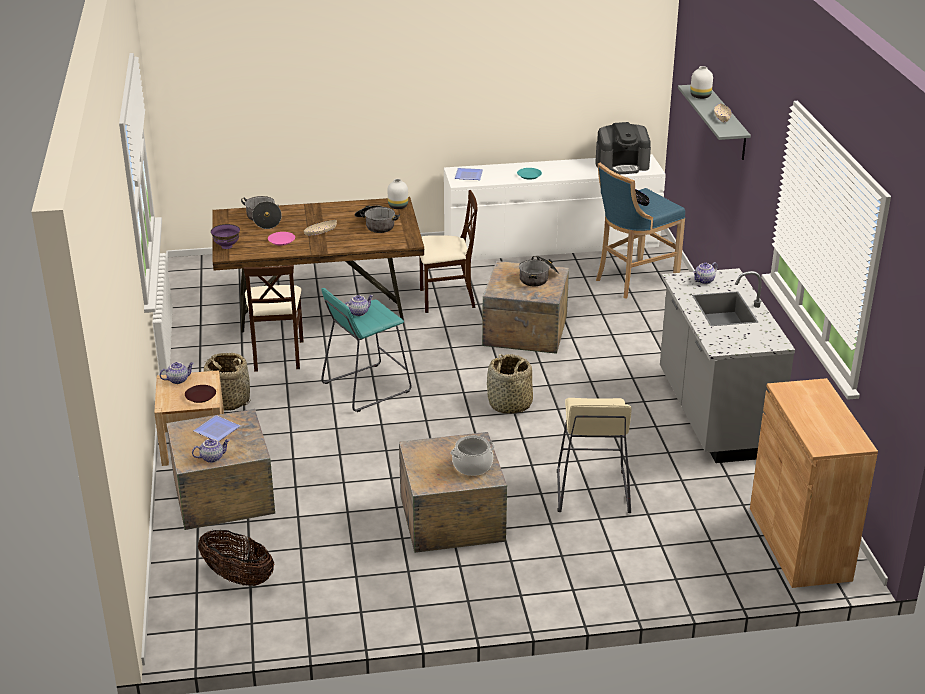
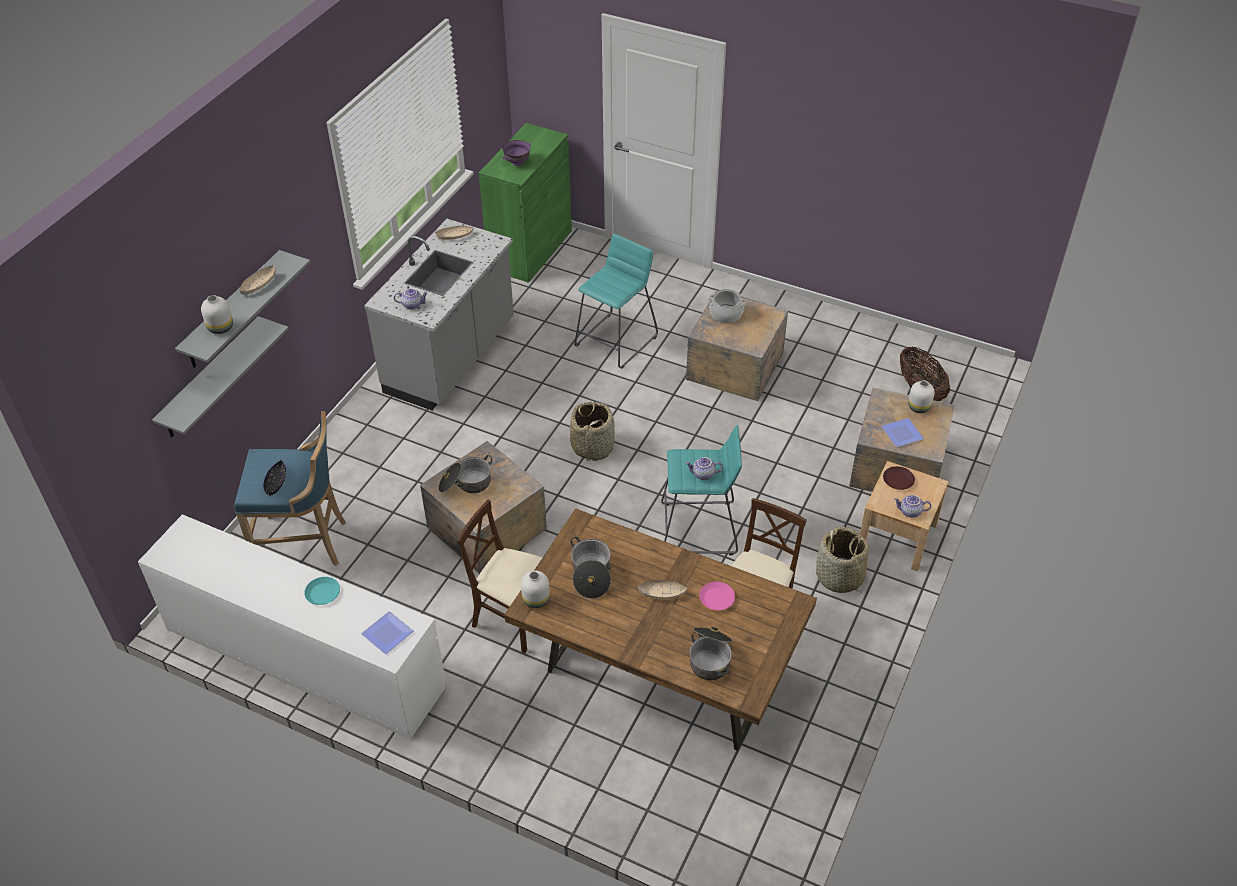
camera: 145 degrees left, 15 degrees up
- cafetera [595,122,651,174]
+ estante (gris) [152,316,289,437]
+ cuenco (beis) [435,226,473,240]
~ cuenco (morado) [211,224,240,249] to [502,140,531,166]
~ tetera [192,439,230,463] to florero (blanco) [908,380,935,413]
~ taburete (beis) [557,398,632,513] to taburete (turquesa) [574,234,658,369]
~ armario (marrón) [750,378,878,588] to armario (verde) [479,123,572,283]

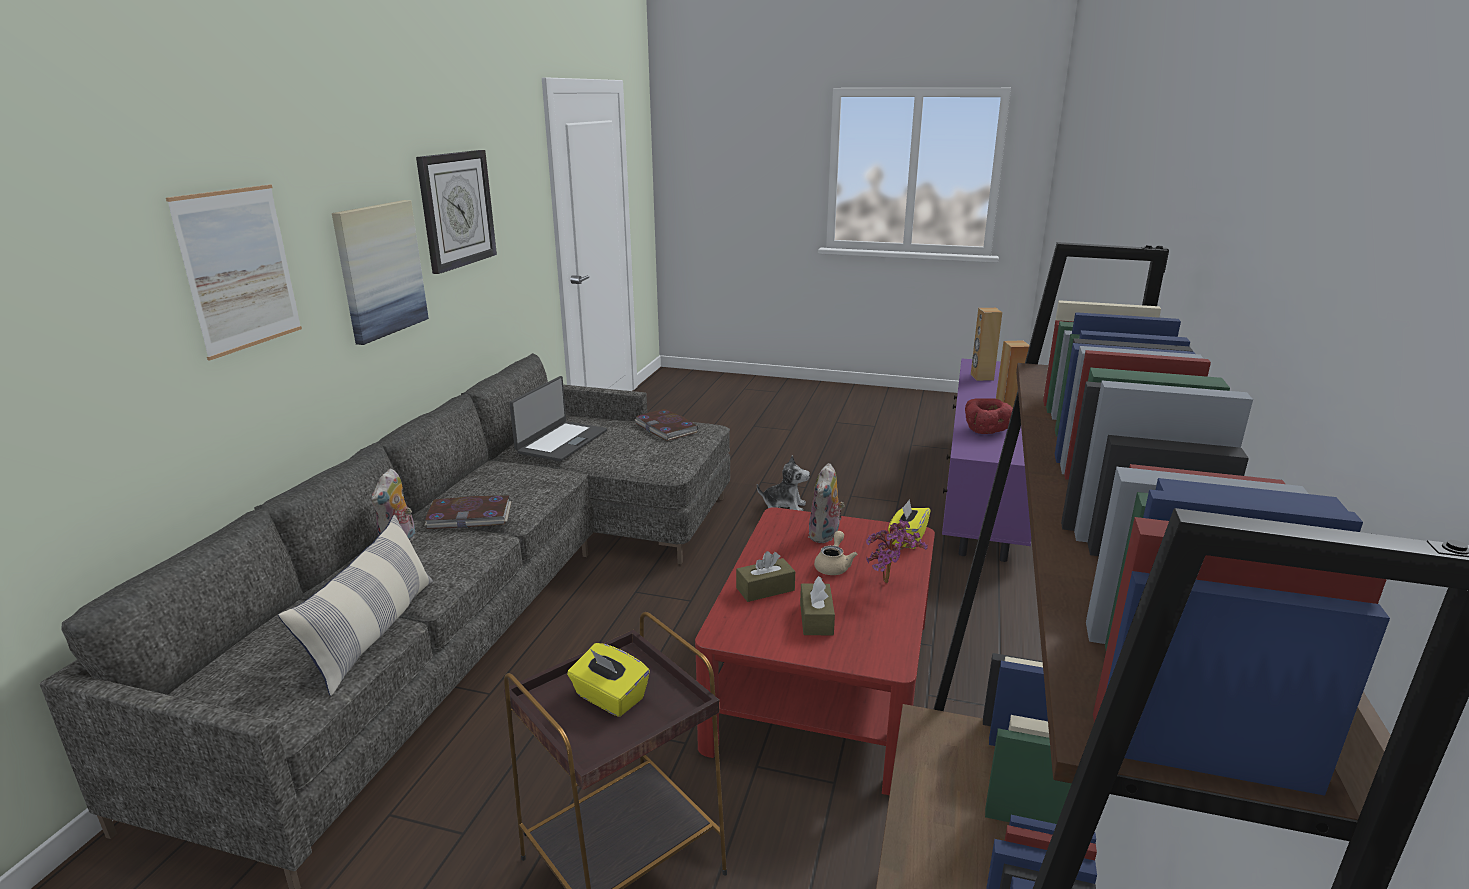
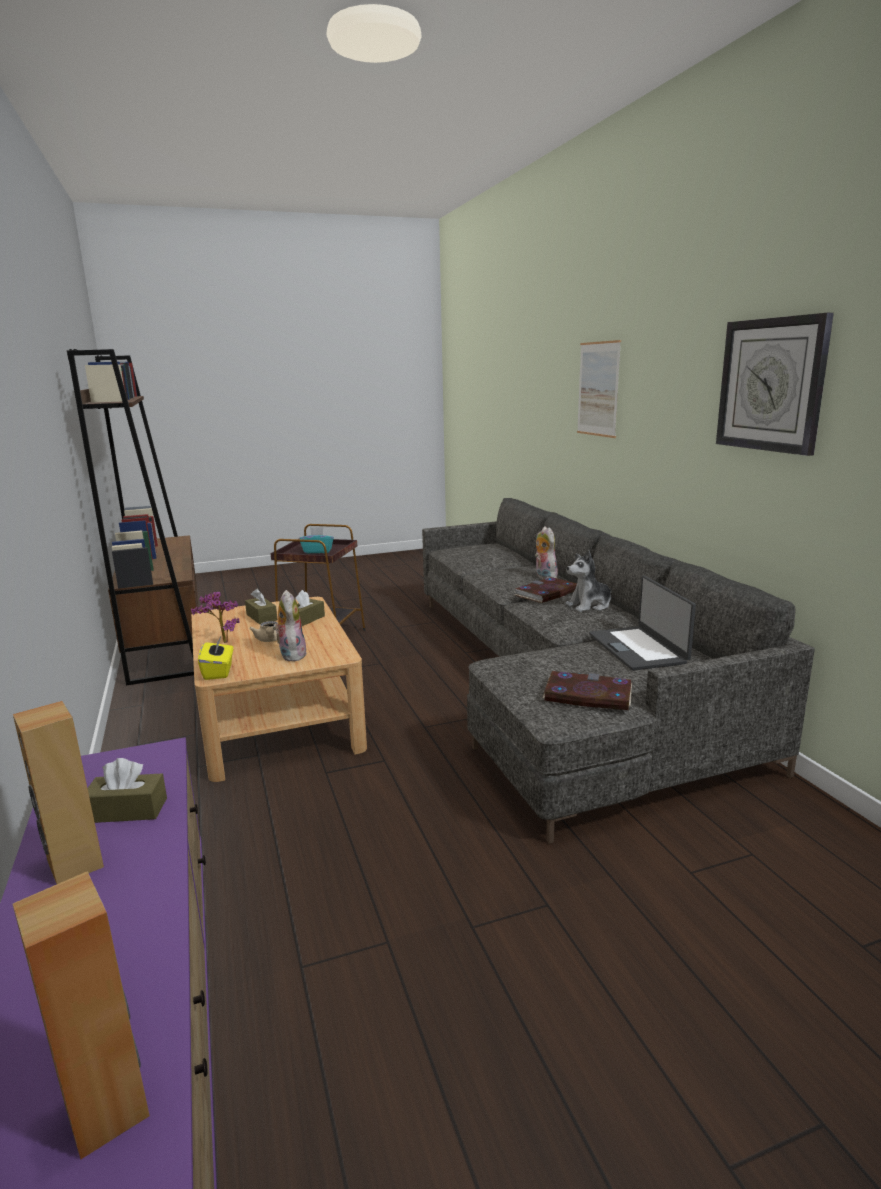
camera: 145 degrees right, 5 degrees down
- cojín [278,515,433,696]
- cuadro [332,200,429,345]
~ peluche [757,455,810,511] to [565,550,612,612]
~ cuenco (rojo) [965,398,1013,434] to caja de pañuelos (marrón) [88,758,167,823]
~ caja de pañuelos (amarillo) [567,643,650,717] to caja de pañuelos (turquesa) [300,527,334,553]
~ mesa de centro (rojo) [695,507,935,795] to mesa de centro (beis) [191,597,367,782]

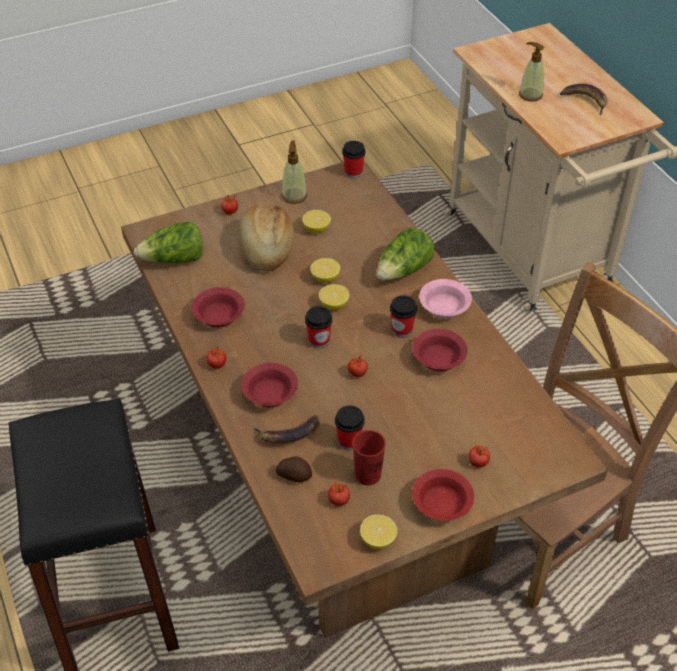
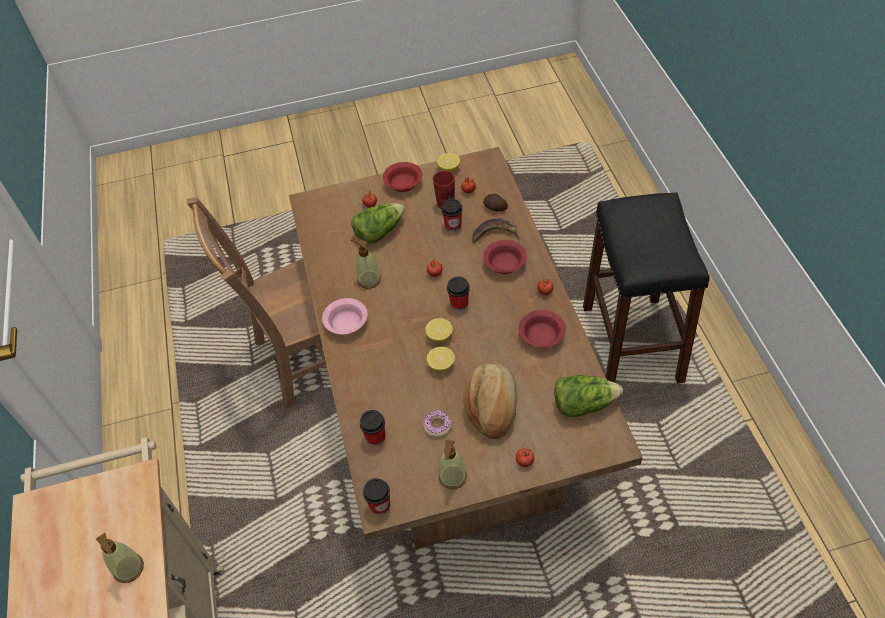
camera: 165 degrees left, 5 degrees up
- plátano [560,84,608,115]
~ lechuga [377,228,435,280] to [351,203,405,244]
~ taza [390,295,417,338] to [359,410,385,446]
~ limón [302,210,331,234] to rosquilla [423,410,452,438]
~ cuenco (rojo) [412,329,468,371] to dispensador de jabón [351,238,381,289]

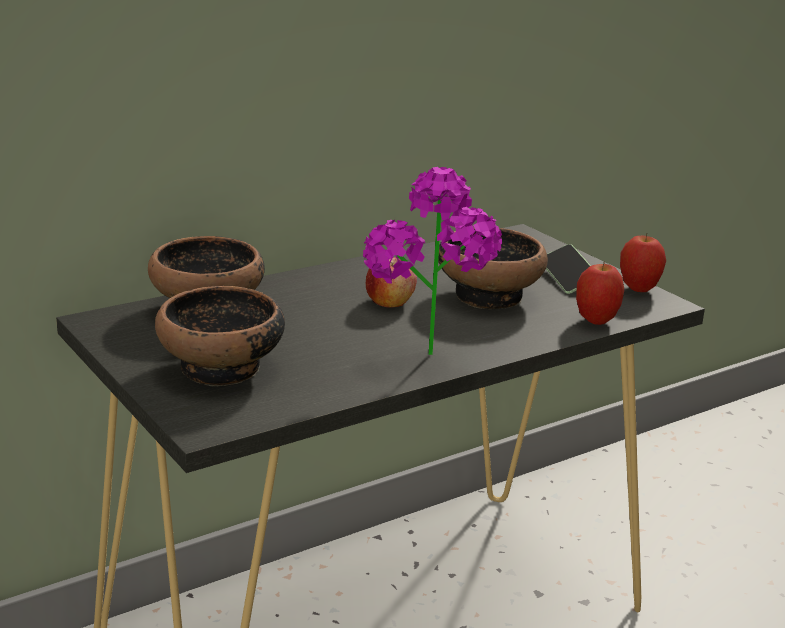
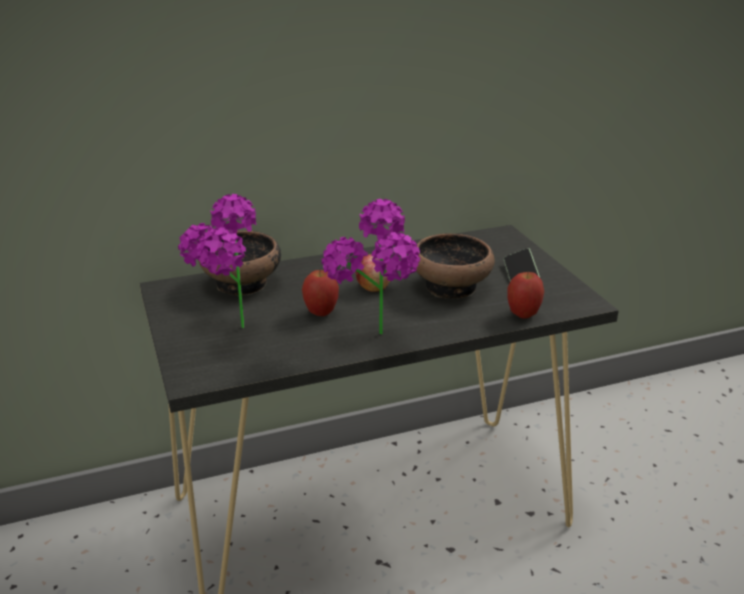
camera: 15 degrees right, 5 degrees up
~ manzana [620,233,666,292] to [302,270,339,316]
~ cuenco [155,286,285,387] to planta en maceta [178,194,256,328]

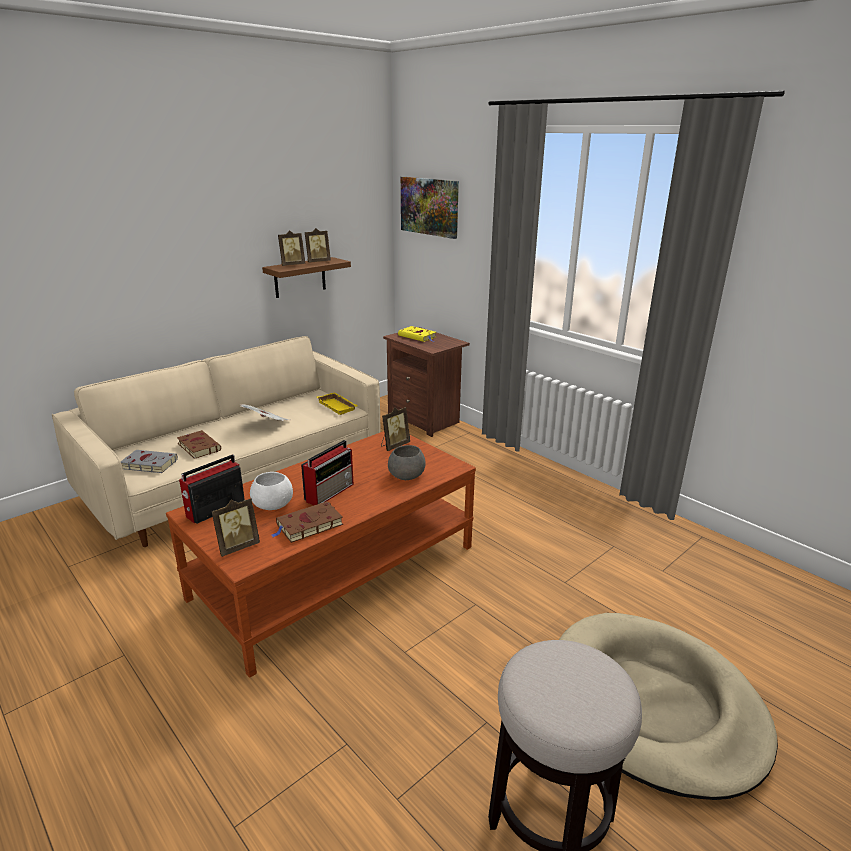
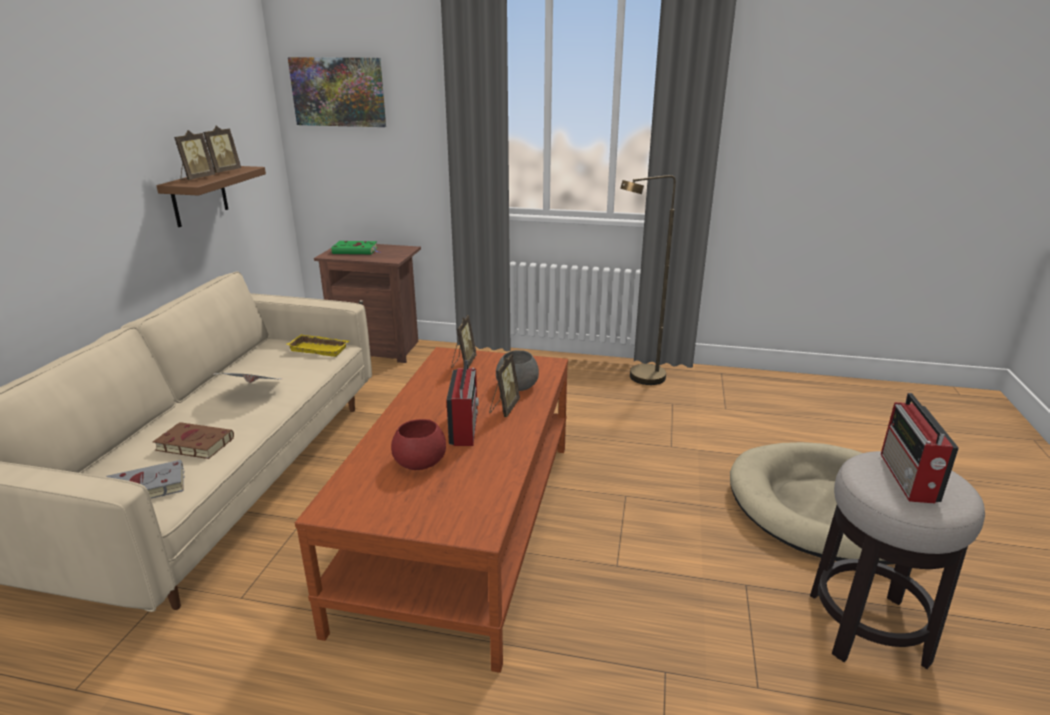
camera: 35 degrees left, 0 degrees up
- libro (marrón) [272,501,343,543]
+ lámpara de pie (marrón) [620,175,676,385]
~ radio [179,455,245,524] to [880,393,959,504]
~ portarretratos [212,498,260,557] to [489,354,520,417]
~ cuenco (blanco) [250,472,293,510] to cuenco (rojo) [391,419,446,470]
~ libro (amarillo) [398,326,436,342] to libro (verde) [331,241,381,254]

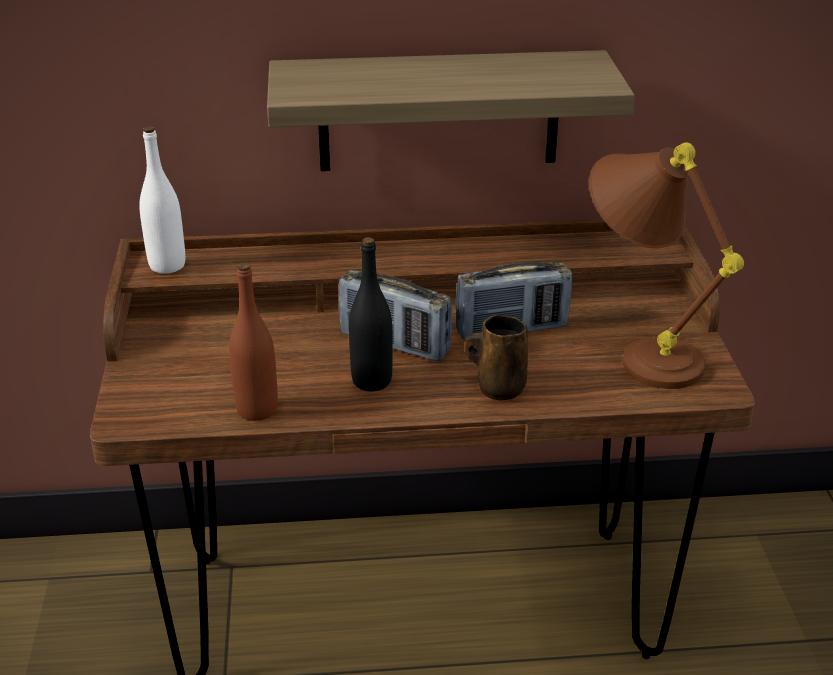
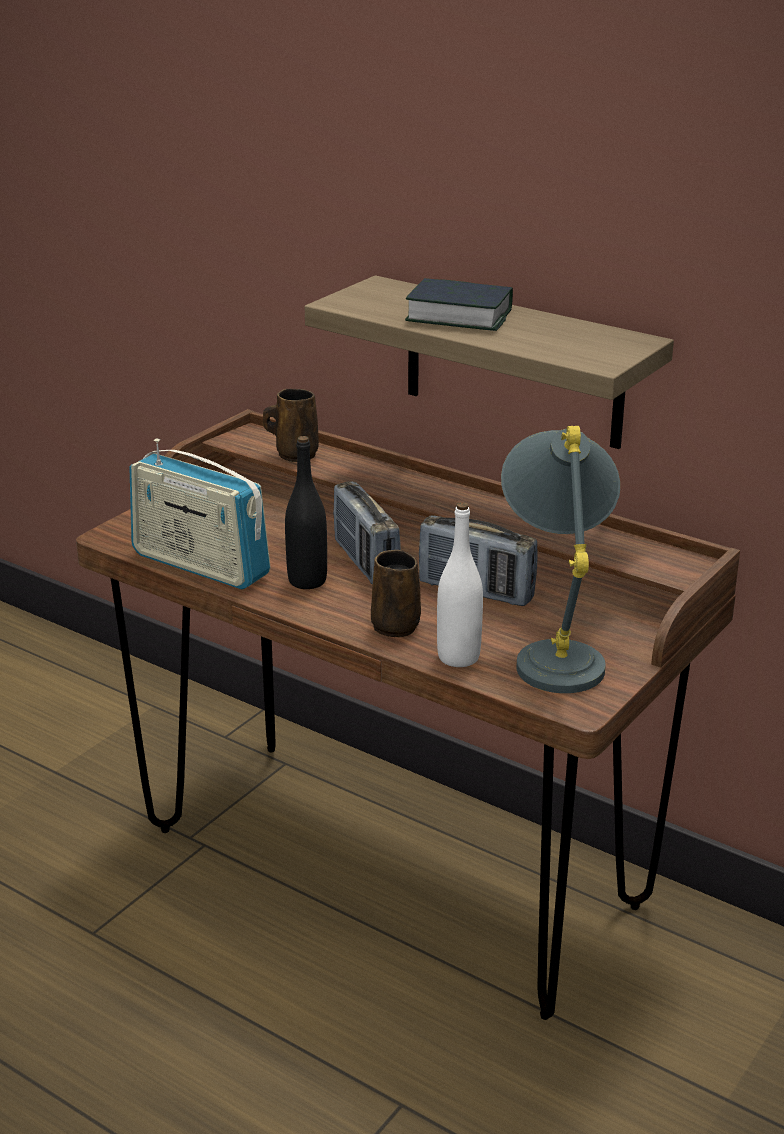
camera: 40 degrees right, 5 degrees down
+ taza grande (marrón) [263,389,319,462]
+ libro [405,278,513,331]
~ botella (blanco) [139,126,185,274] to [437,502,483,667]
~ botella (marrón) [229,263,278,421] to radio [129,438,271,589]
~ lámpara de mesa (marrón) [589,142,744,389] to lámpara de mesa (gris) [501,426,620,693]

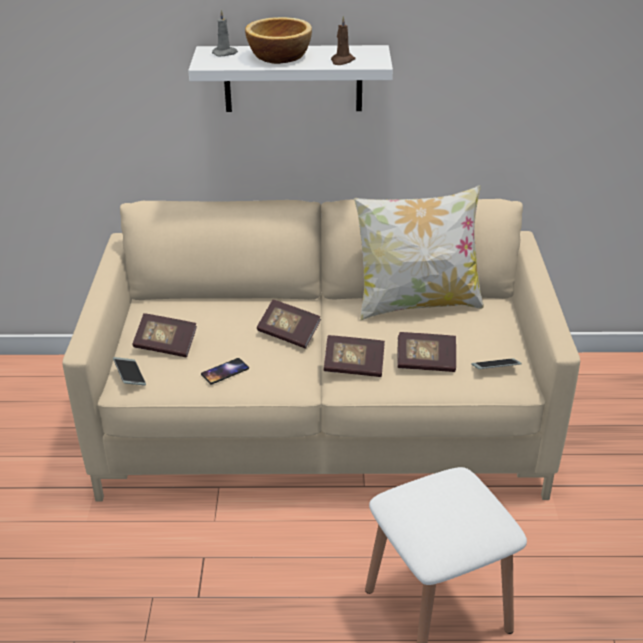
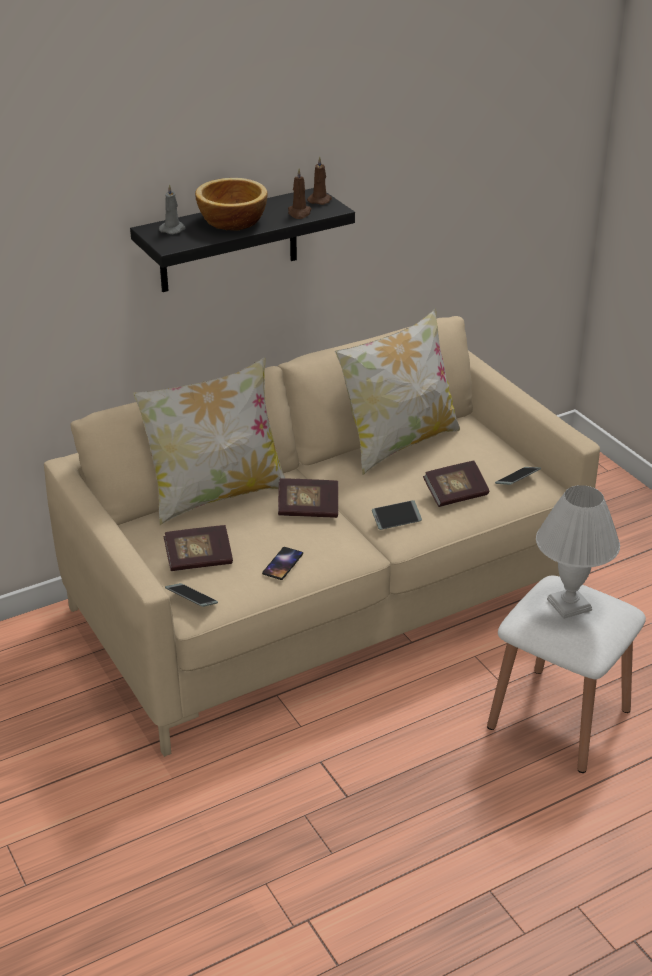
camera: 30 degrees left, 0 degrees up
+ cojín [133,358,285,525]
+ vela (marrón) [307,157,332,205]
+ lámpara de mesa (blanco) [536,485,620,619]
~ libro [324,335,385,377] to móvil [372,500,422,530]
~ estante (blanco) [188,45,393,112] to estante (negro) [130,188,355,292]

